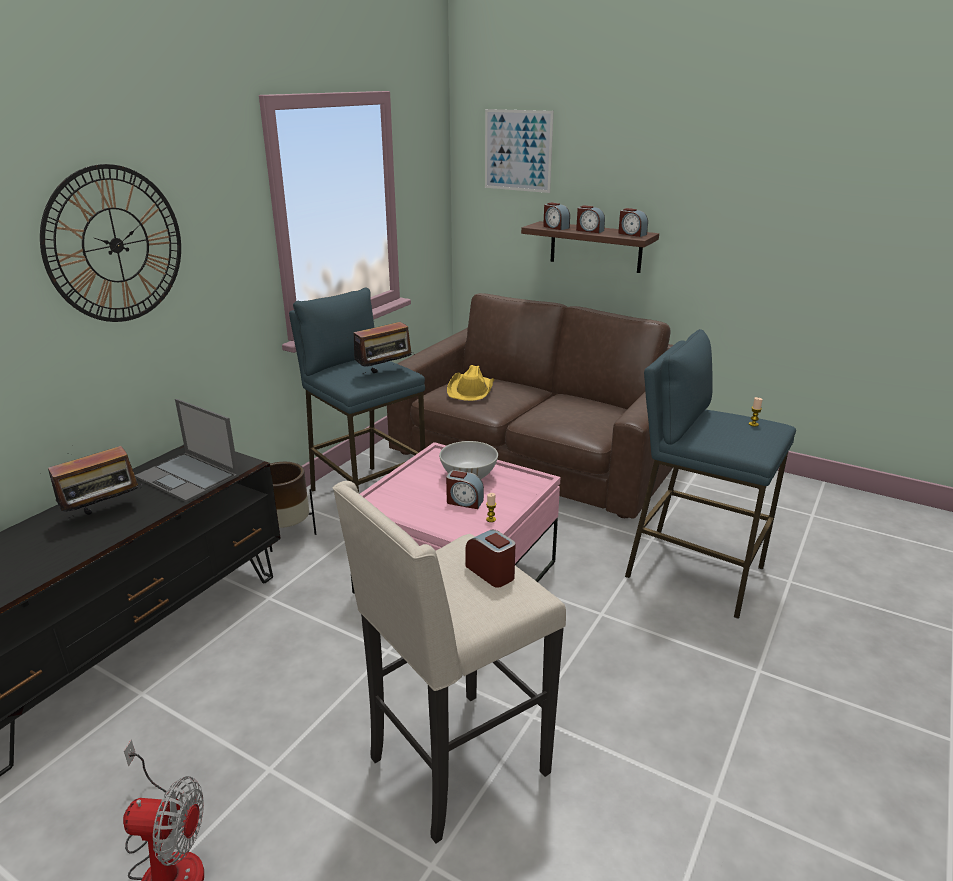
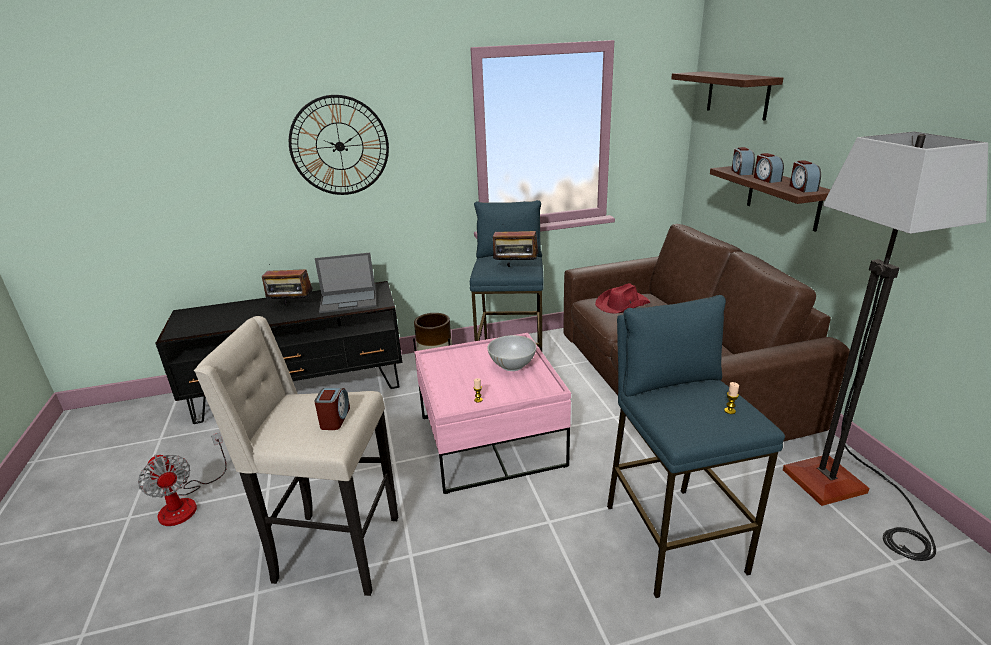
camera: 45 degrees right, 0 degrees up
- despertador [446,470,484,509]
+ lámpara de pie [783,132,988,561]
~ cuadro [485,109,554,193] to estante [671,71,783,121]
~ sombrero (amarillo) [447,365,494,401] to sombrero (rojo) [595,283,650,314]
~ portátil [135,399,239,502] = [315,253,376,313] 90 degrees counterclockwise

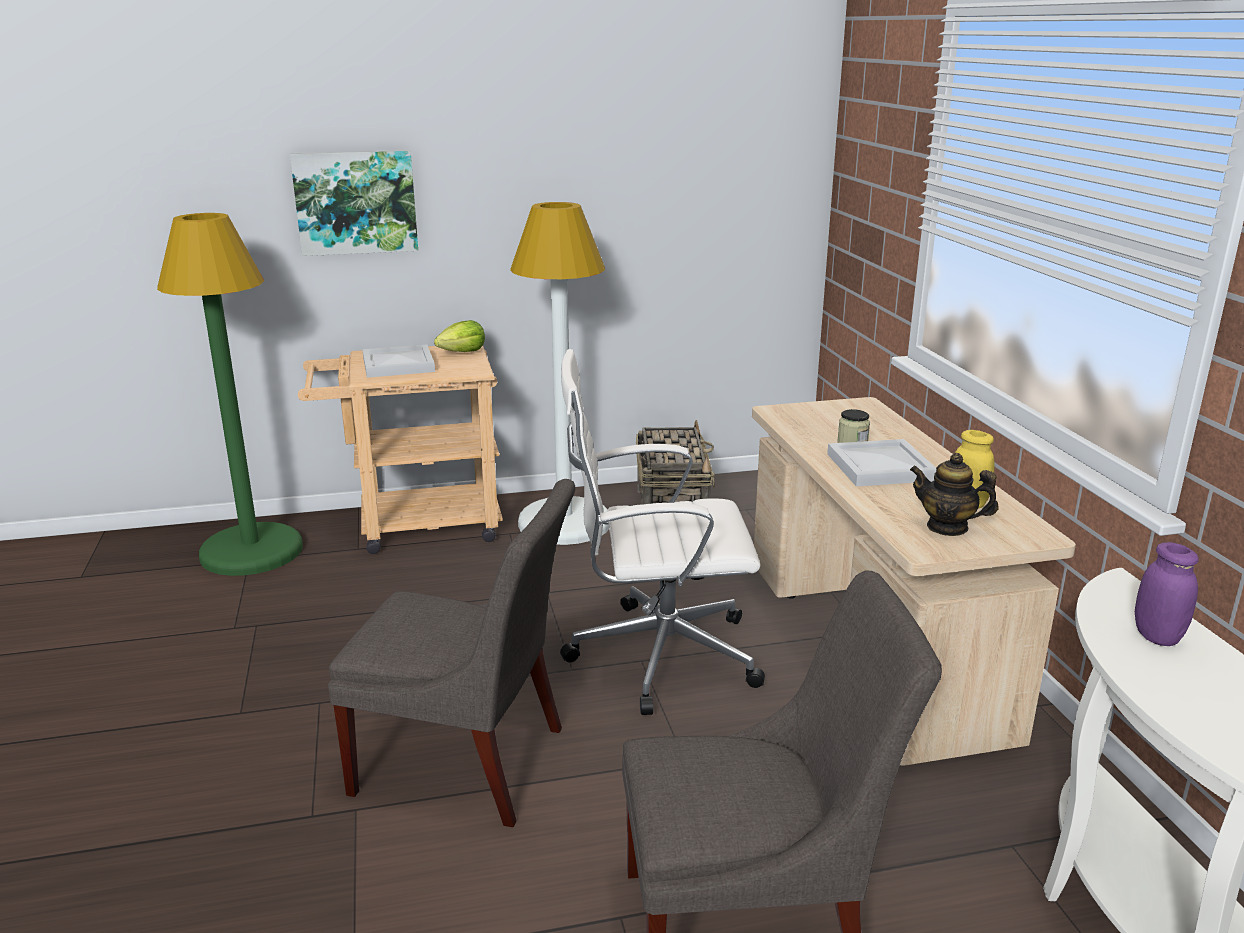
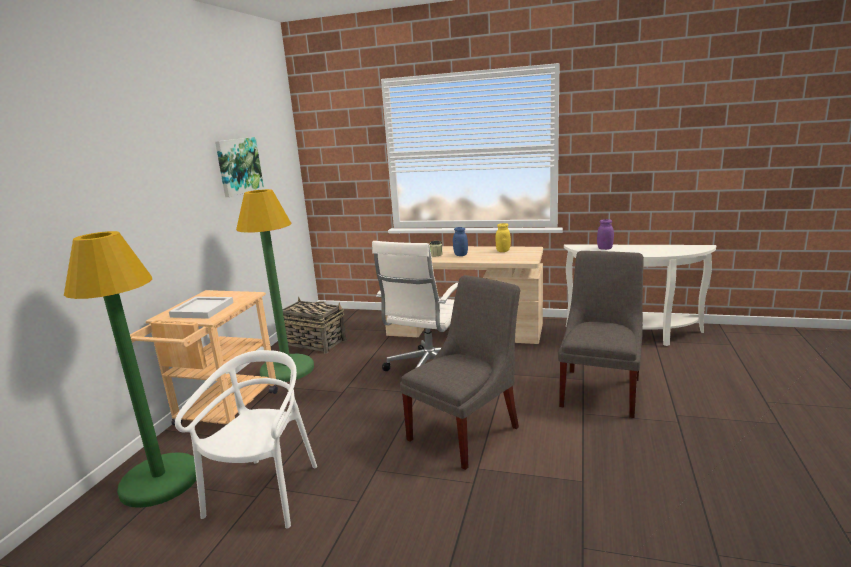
camera: 60 degrees left, 5 degrees down
- lechuga [434,320,485,352]
- tetera [910,453,998,536]
+ silla (blanco) [175,350,317,528]
~ cuadro [290,150,418,256] to [215,137,264,197]
~ bandeja (blanco) [827,439,937,486] to tarro (azul) [453,227,468,256]
~ lámpara de pie (blanco) [510,202,609,545] to lámpara de pie (verde) [236,189,314,382]

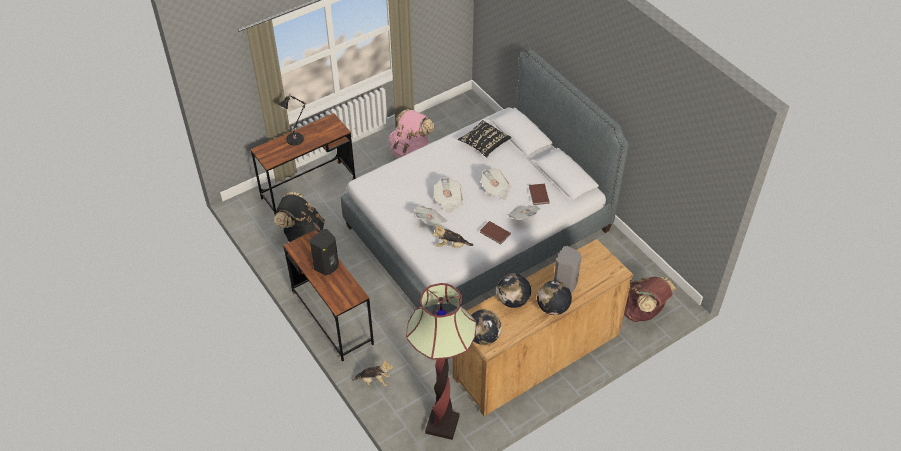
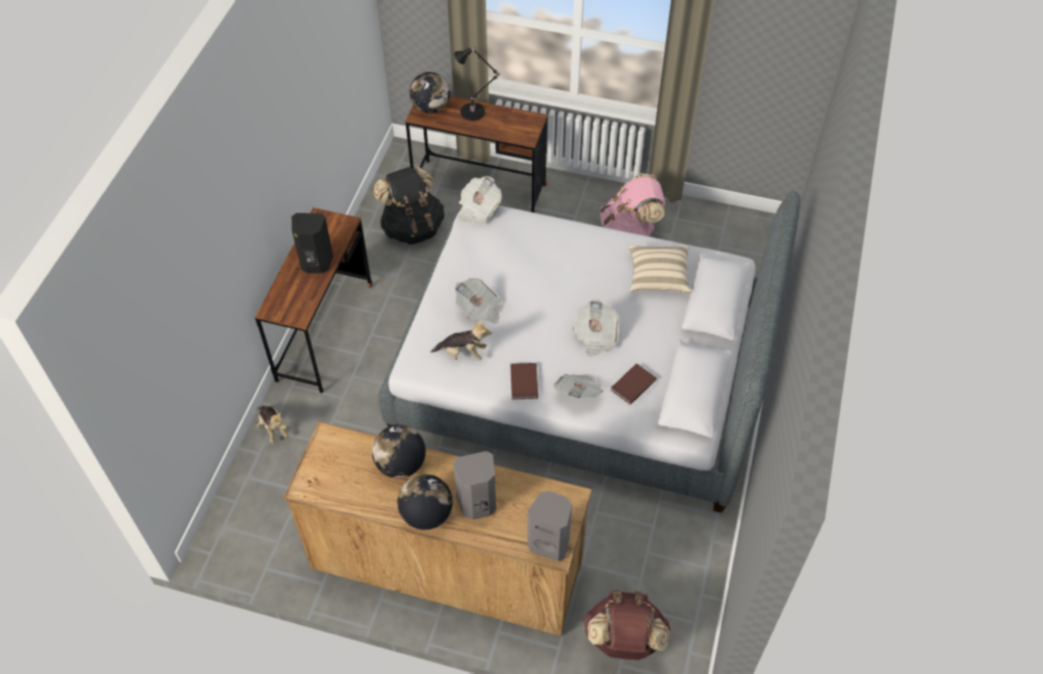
camera: 50 degrees right, 5 degrees up
- lámpara de pie [406,283,476,440]
+ altavoz (gris) [527,491,572,562]
~ periódico [434,177,463,213] to [459,176,502,224]
~ globo terráqueo [472,309,502,345] to [409,72,450,113]
~ cojín (negro) [458,120,511,158] to cojín (beis) [629,244,692,293]
~ peluche [432,225,473,248] = [431,320,492,360] 135 degrees clockwise

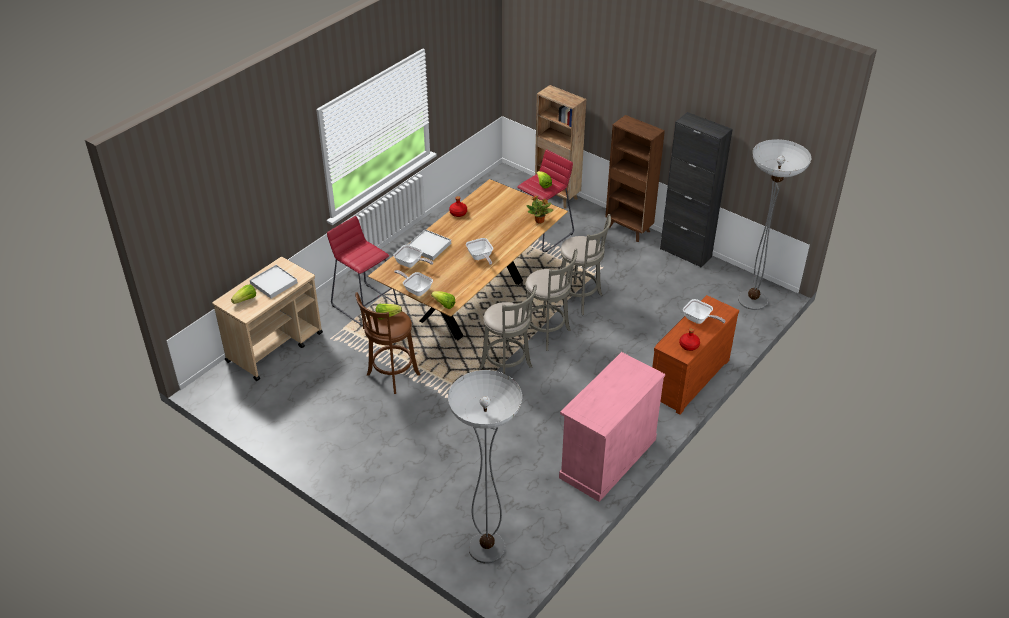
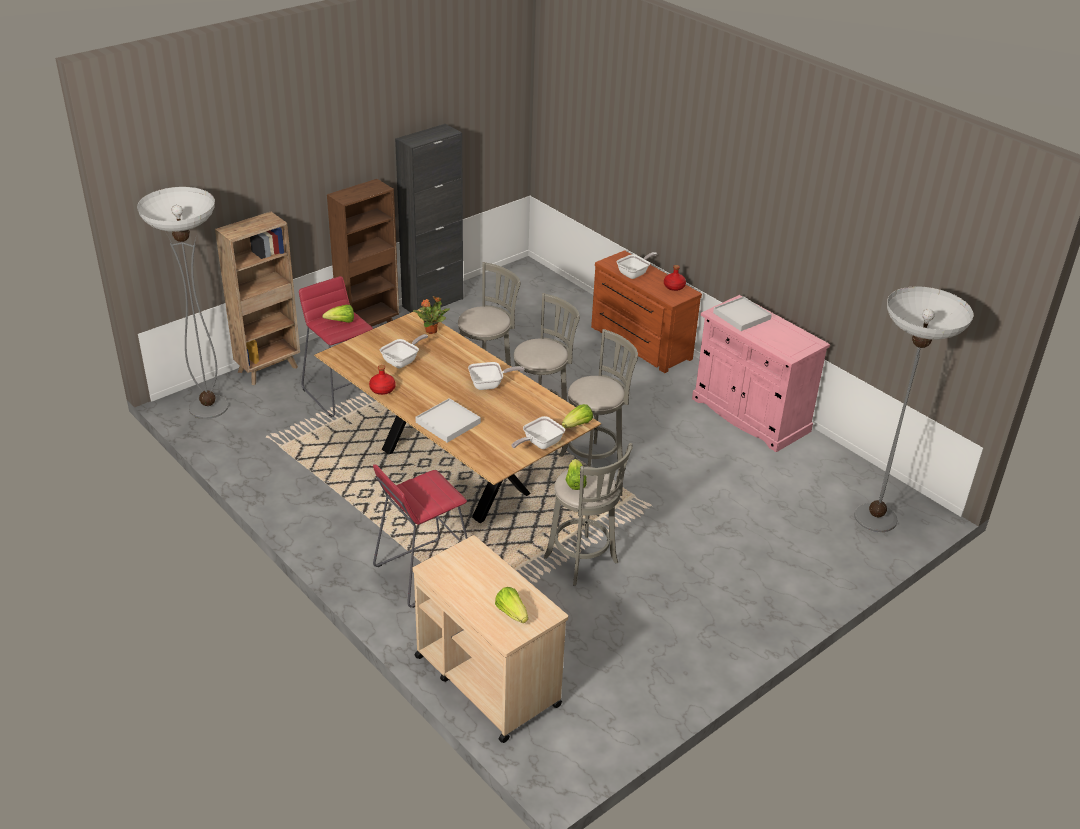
camera: 80 degrees left, 5 degrees down
~ bandeja (blanco) [250,265,298,299] to [713,296,772,331]
~ sartén [394,245,433,268] to [380,334,428,368]
~ lámpara de pie [738,139,811,310] to [137,187,228,419]
~ taburete (marrón) [355,292,420,394] to taburete (gris) [544,443,633,586]

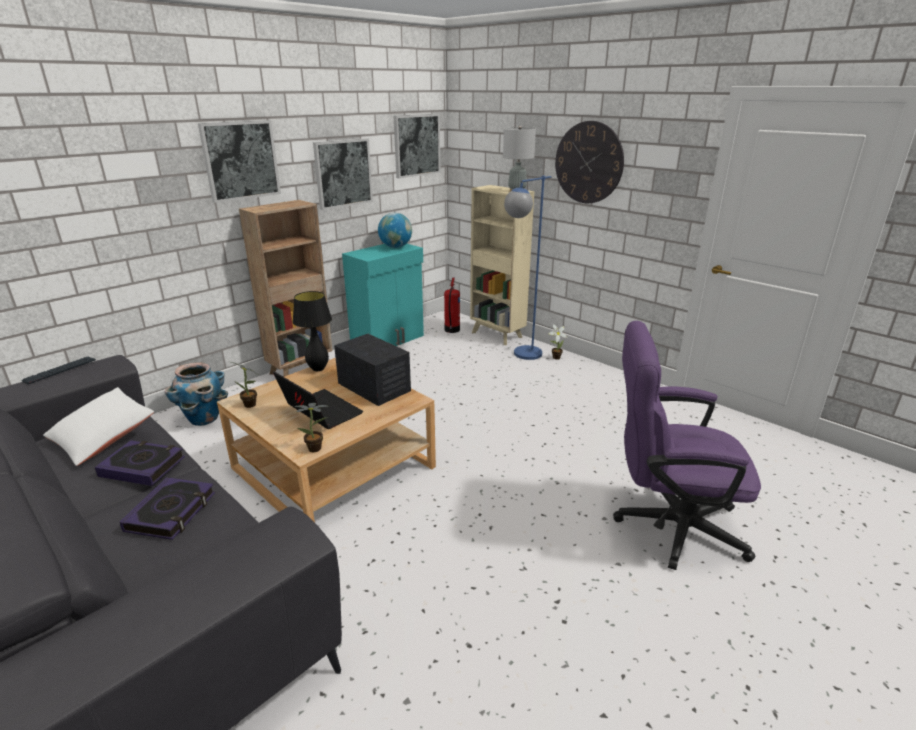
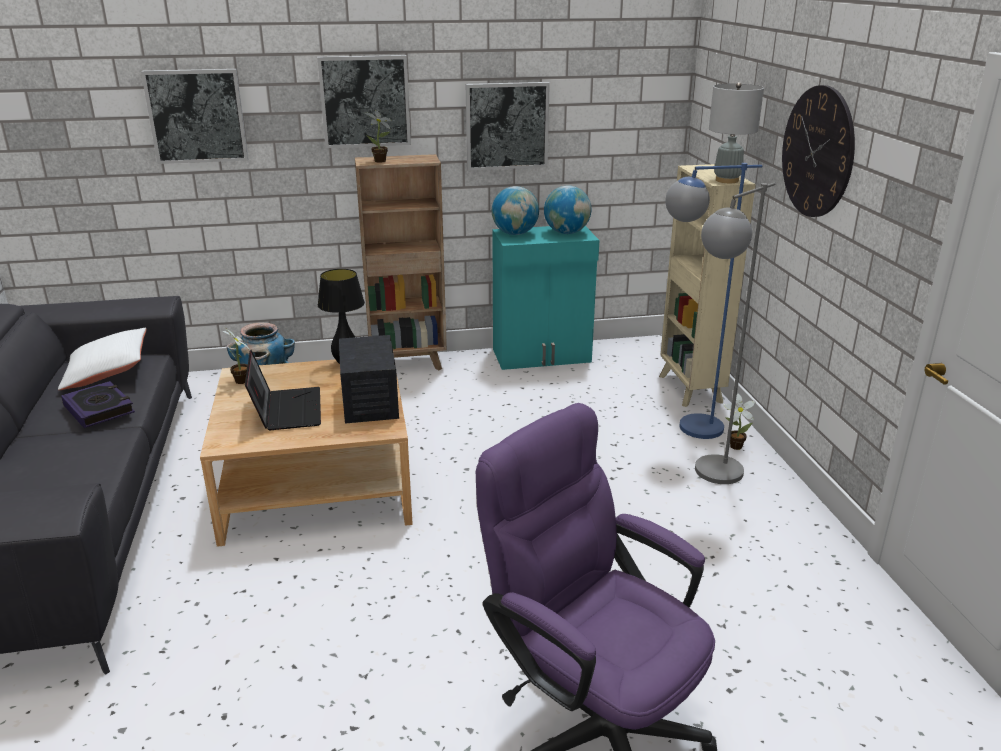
camera: 35 degrees right, 0 degrees up
- teclado [21,357,96,384]
- libro [120,477,215,540]
- extintor [444,278,460,333]
+ globo terráqueo [492,186,539,235]
+ lámpara de pie (gris) [695,182,776,484]
~ planta en maceta [294,403,328,452] to [365,110,392,163]
~ cuadro [394,114,440,178] to [141,69,248,164]

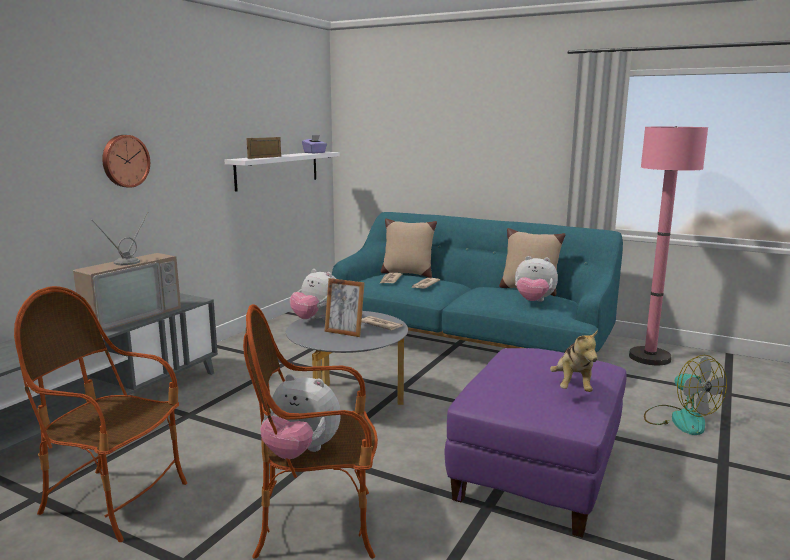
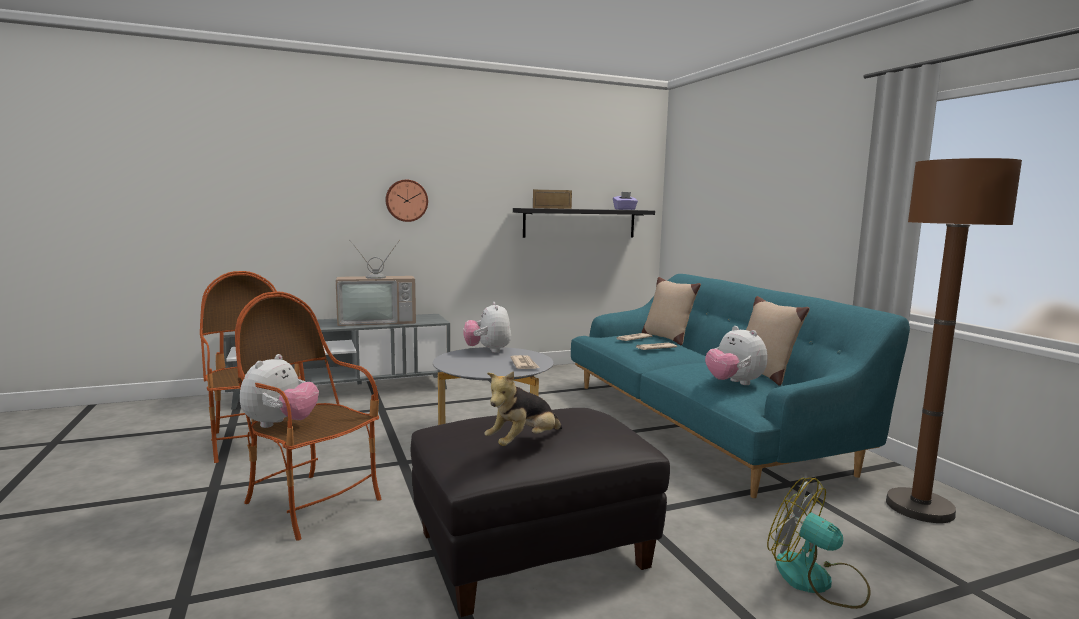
camera: 40 degrees right, 5 degrees down
- portarretratos [325,278,365,337]
~ estante (blanco) [225,152,340,192] to estante (negro) [513,208,655,238]
~ puf (morado) [444,348,627,538] to puf (negro) [411,408,670,617]
~ lámpara de pie (rosa) [629,126,708,365] to lámpara de pie (marrón) [886,158,1022,523]
~ peluche [260,374,341,459] = [240,354,319,428] 135 degrees counterclockwise
~ ventilador [644,355,727,435] = [767,478,870,609] 120 degrees clockwise

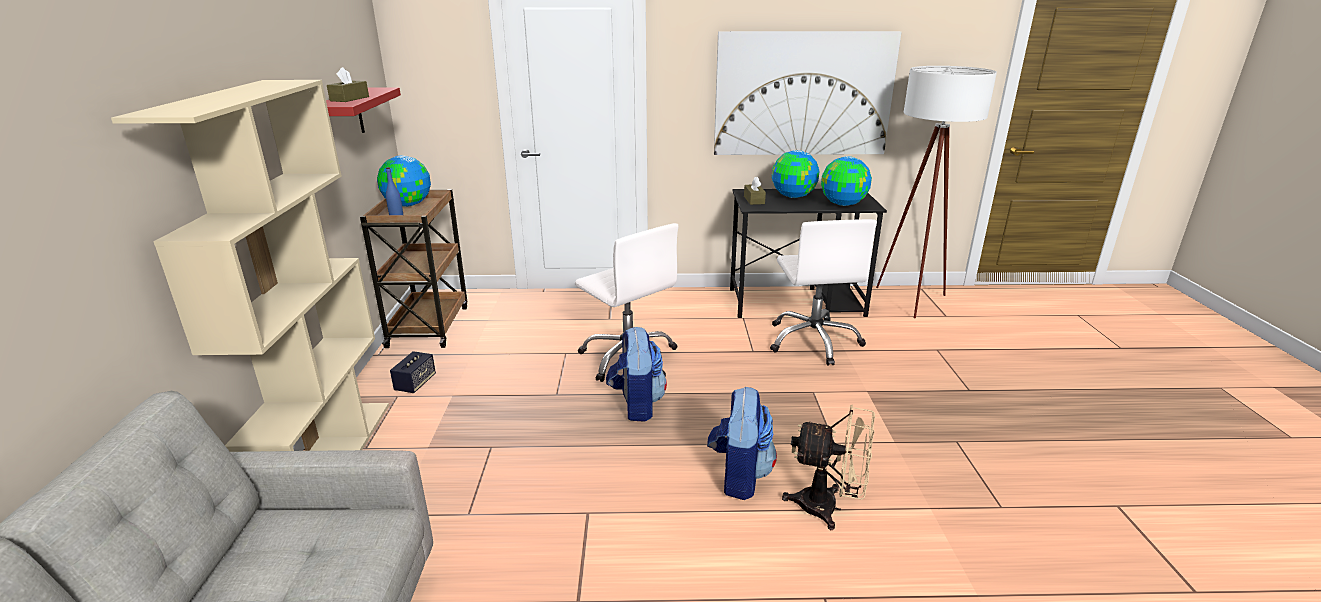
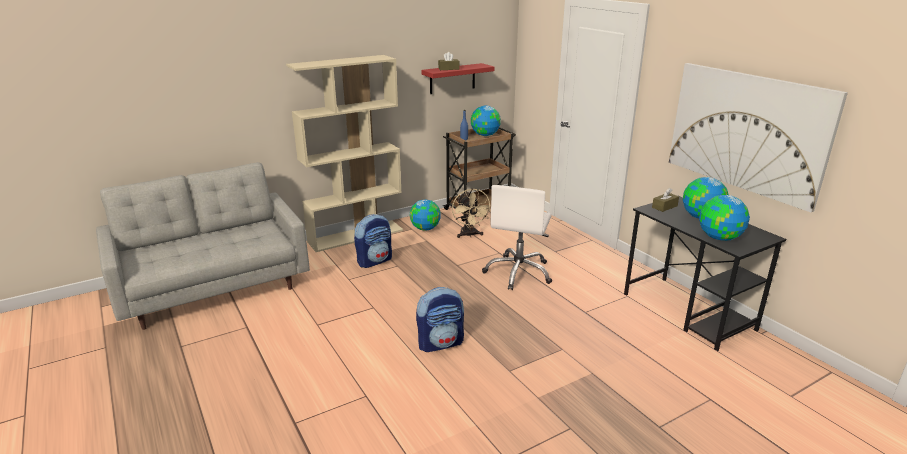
camera: 60 degrees right, 0 degrees up
- silla de oficina (blanco) [770,219,877,366]
- lámpara de pie (blanco) [876,66,997,318]
~ mochila [606,327,667,422] to [354,214,392,268]
~ ventilador (beis) [782,405,875,530] to [452,188,491,238]
~ altavoz [390,351,436,393] to globo terráqueo [410,200,441,230]

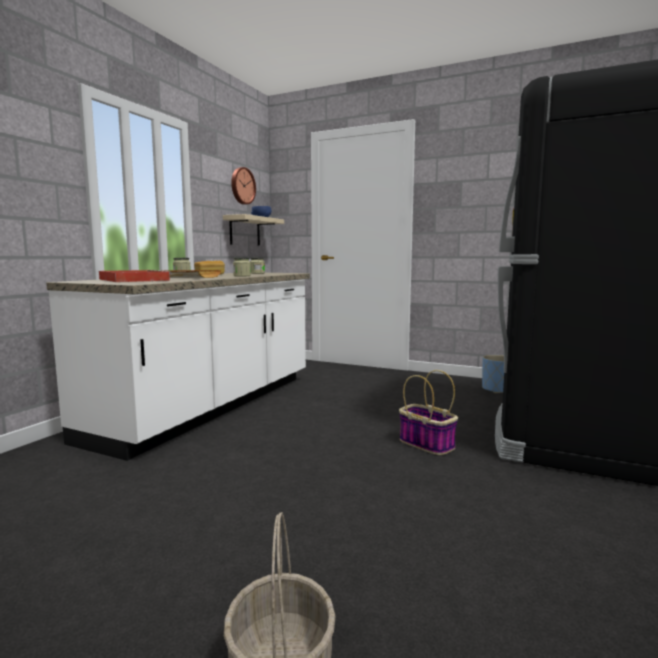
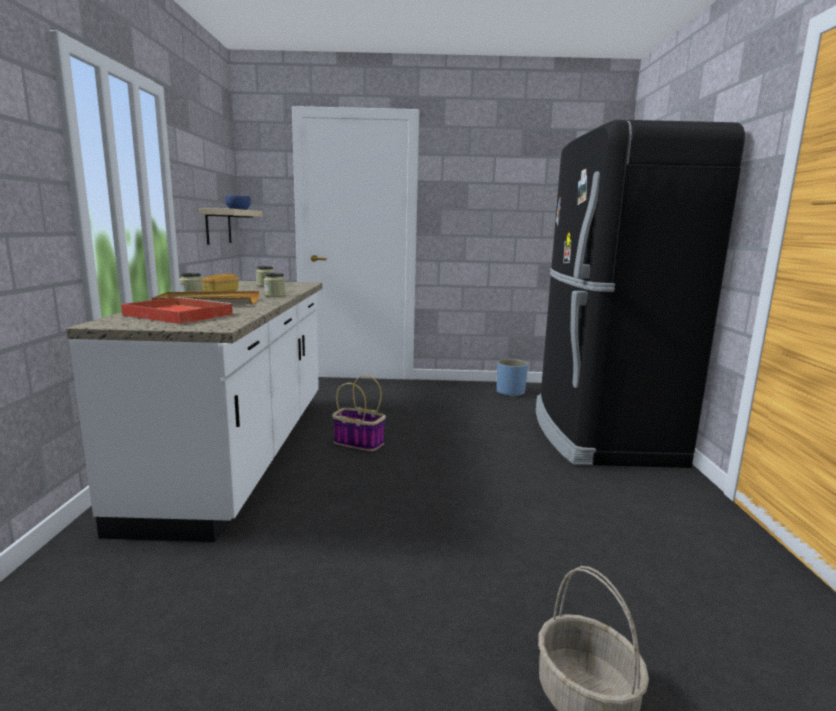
camera: 25 degrees left, 5 degrees up
- reloj de pared [231,167,256,205]
~ cesta [399,370,458,455] to [332,375,386,451]

